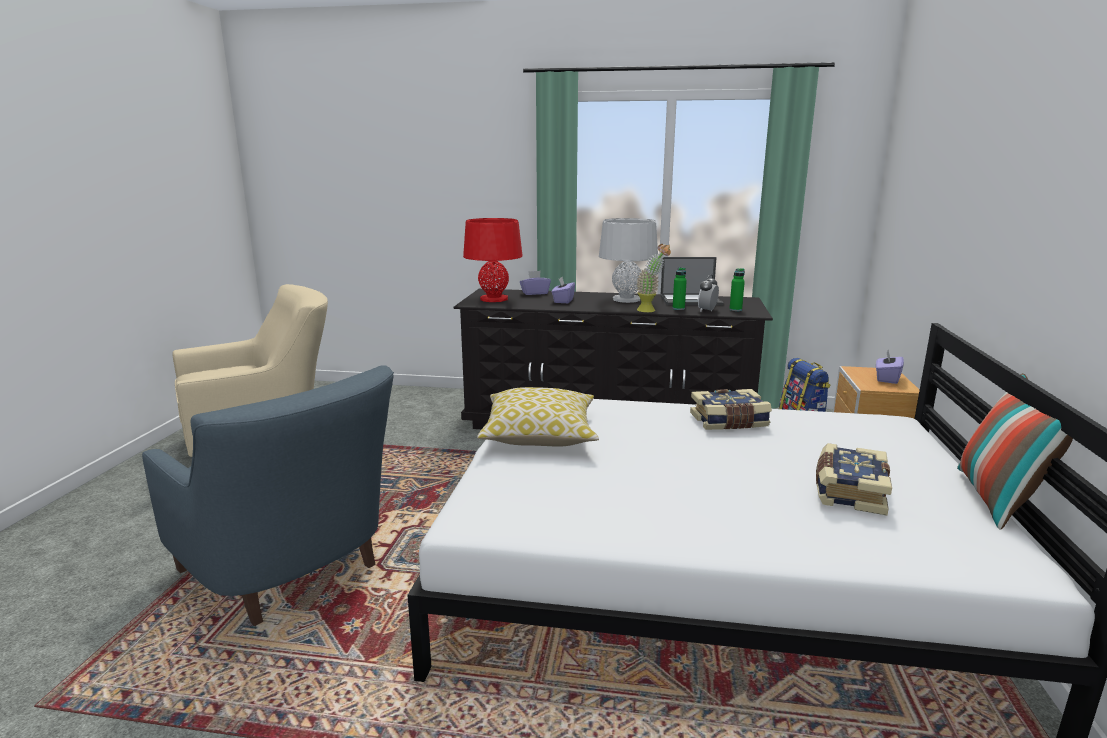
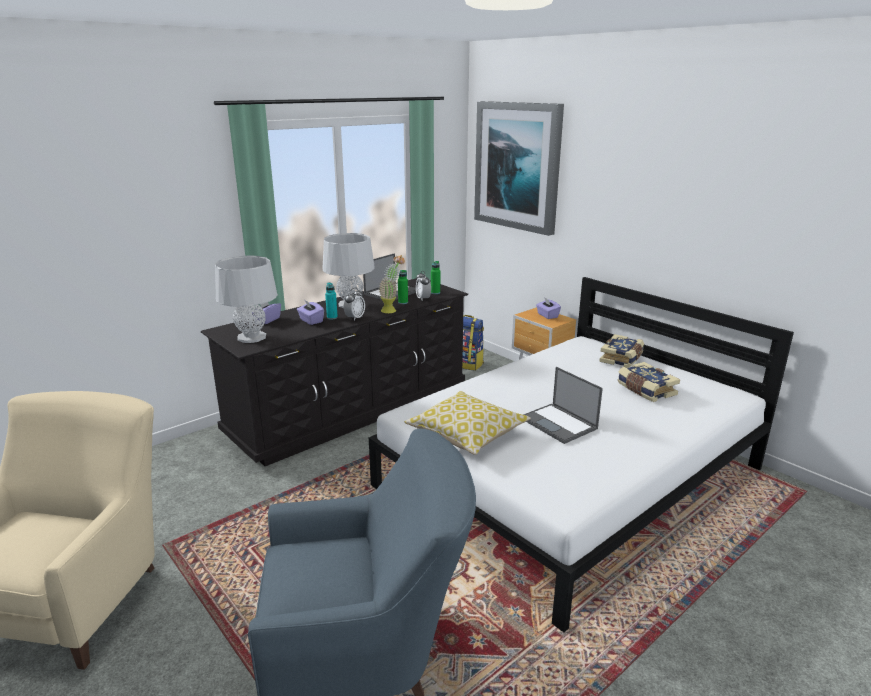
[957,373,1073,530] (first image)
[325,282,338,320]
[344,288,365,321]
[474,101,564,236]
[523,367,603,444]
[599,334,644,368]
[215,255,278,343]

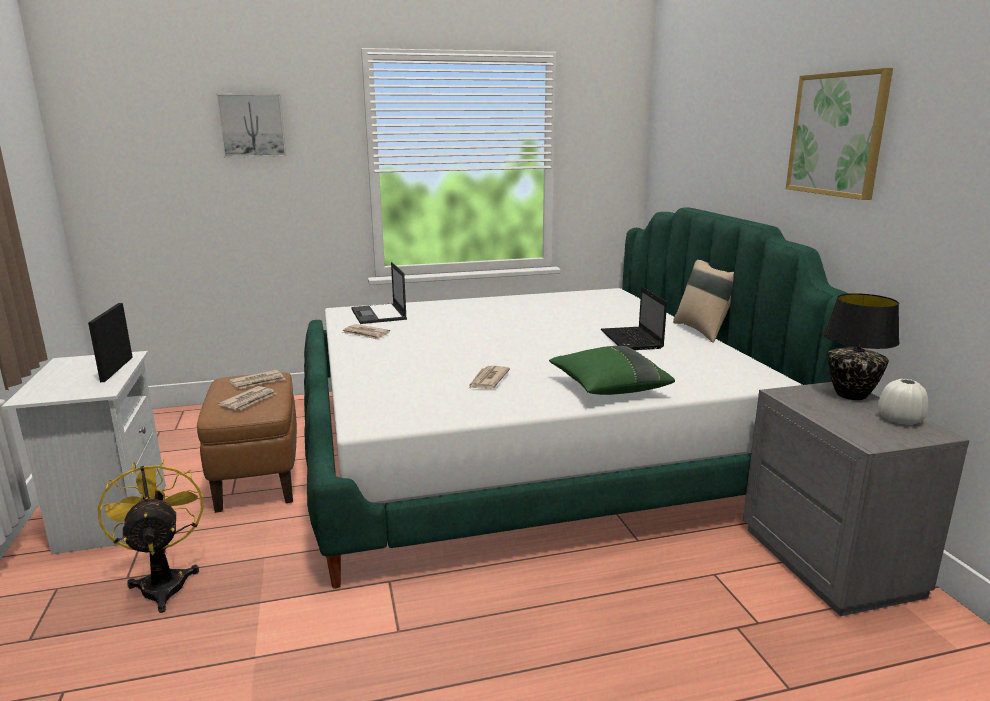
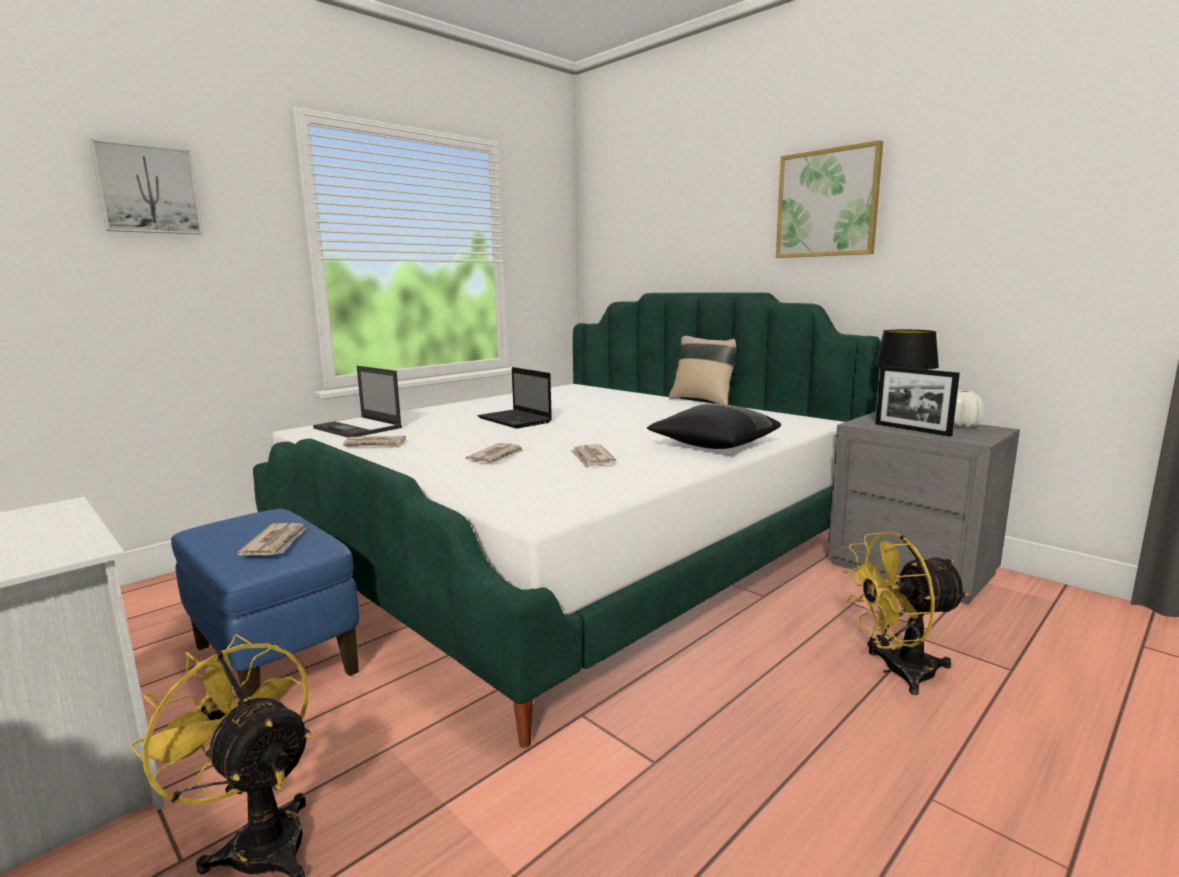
[843,532,969,695]
[876,366,960,436]
[466,443,524,463]
[478,367,552,428]
[171,509,359,698]
[647,403,781,449]

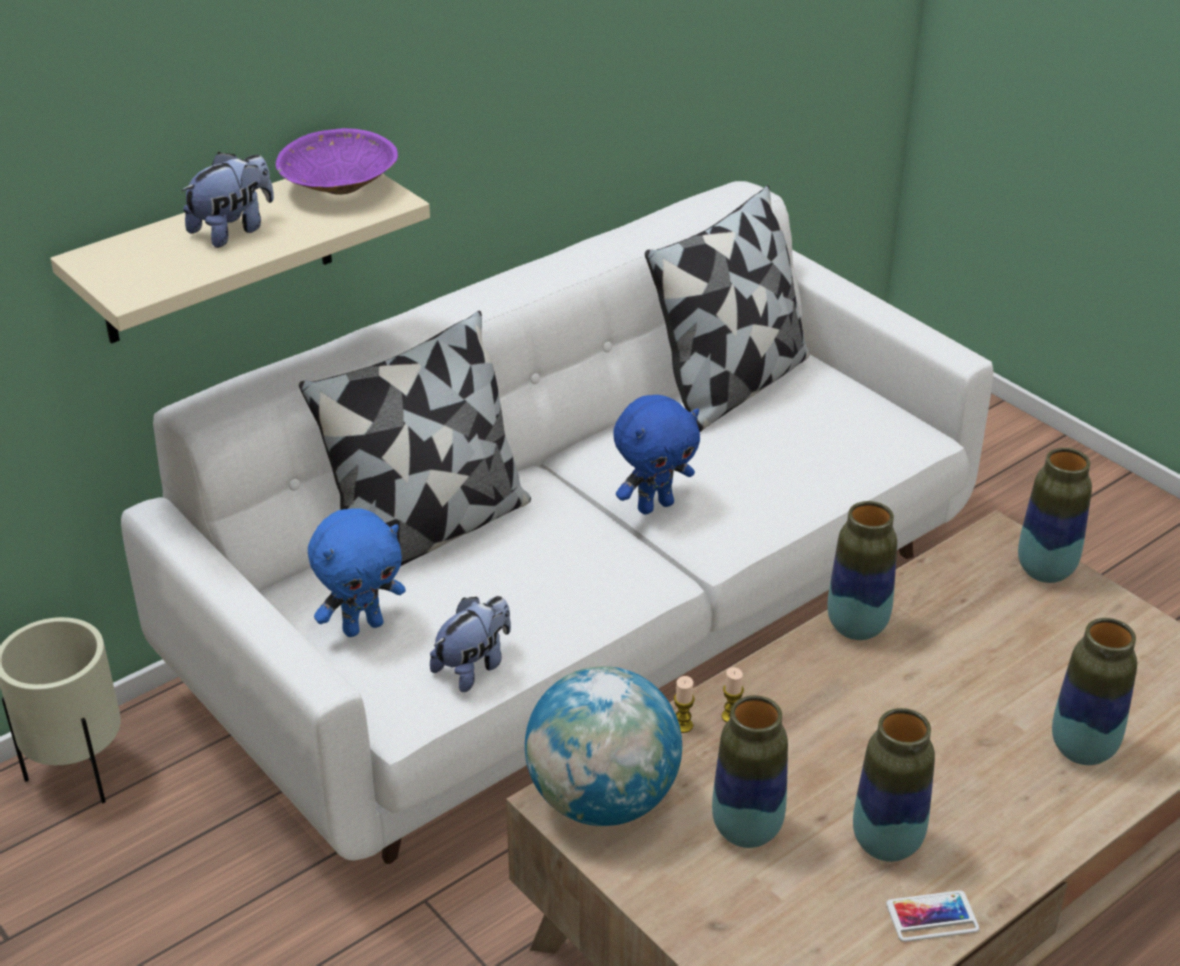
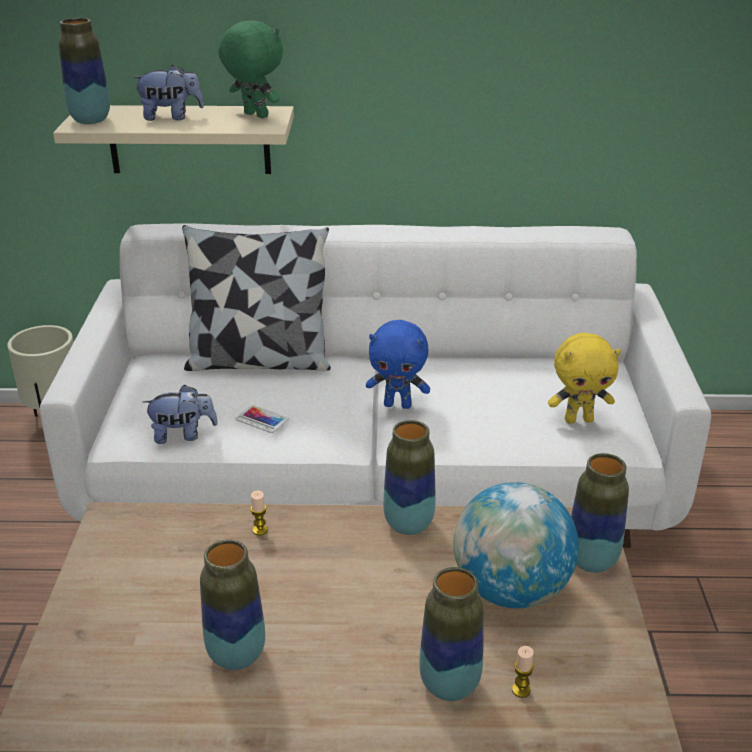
[308,508,406,637] (first image)
[645,185,810,432] (first image)
[548,333,621,424]
[453,482,579,608]
[512,646,534,698]
[59,18,110,124]
[235,405,289,433]
[219,20,283,118]

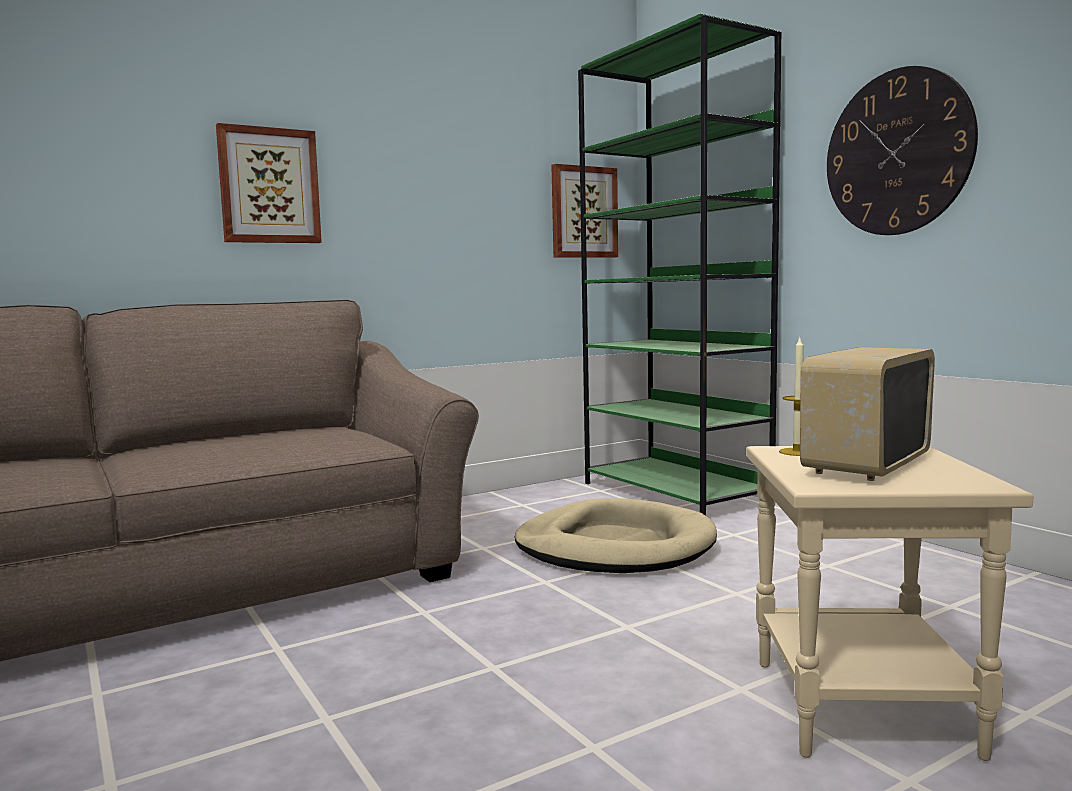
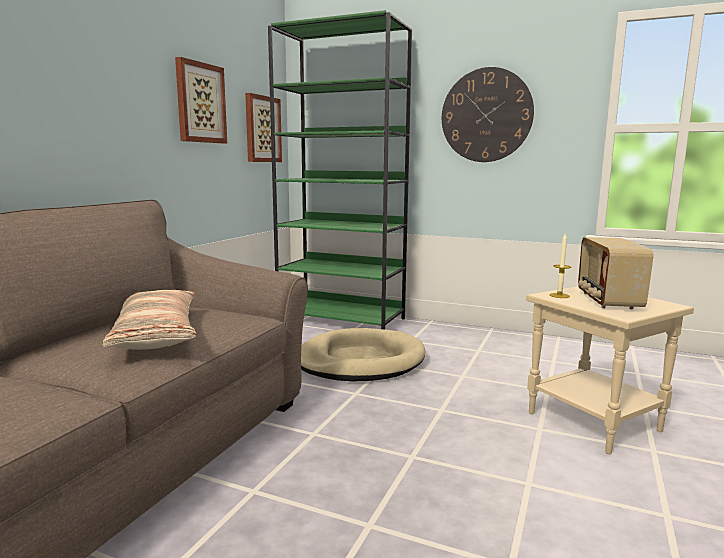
[102,290,196,350]
[175,57,227,143]

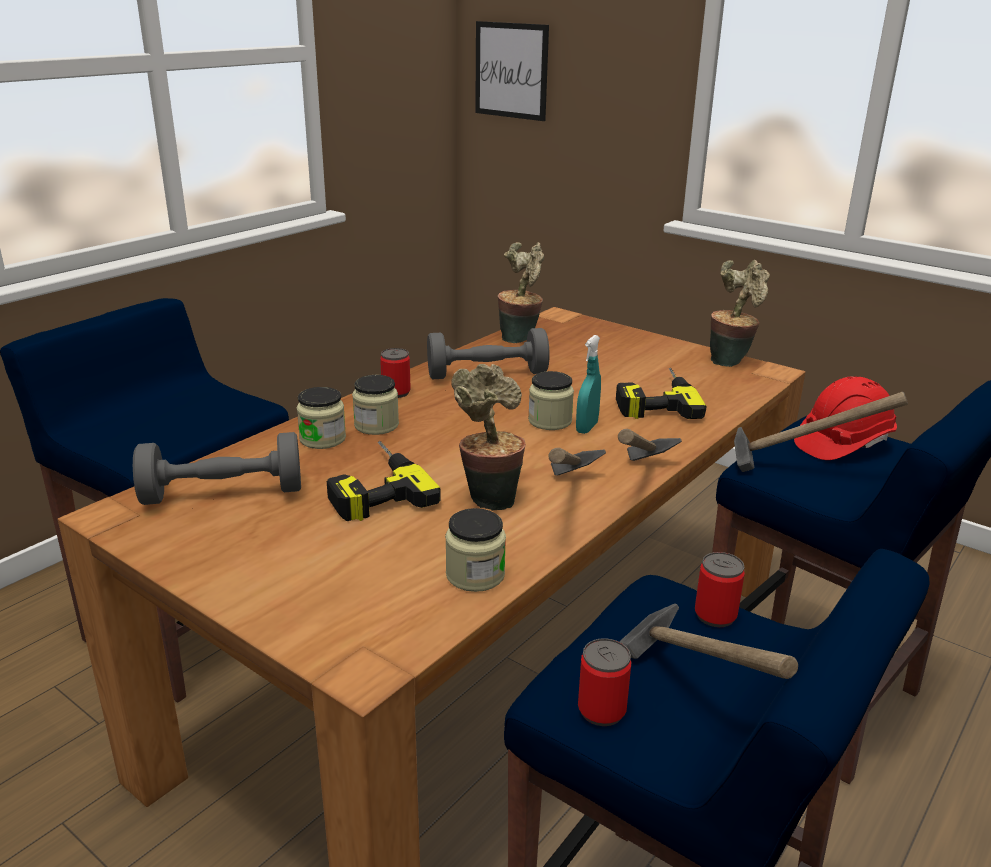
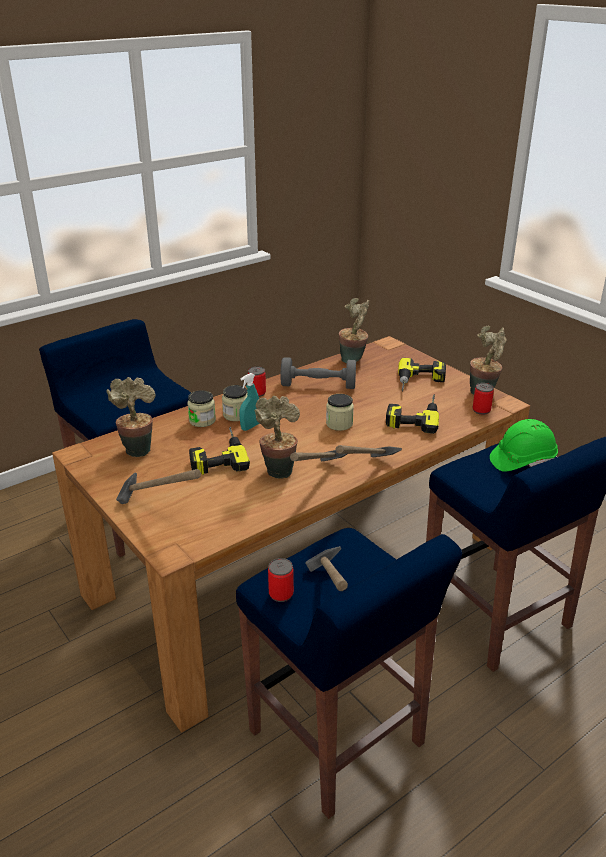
[445,508,506,592] (first image)
[475,21,549,121] (first image)
[398,358,446,391]
[240,373,259,431]
[473,383,494,415]
[116,469,201,504]
[106,377,156,457]
[490,419,558,472]

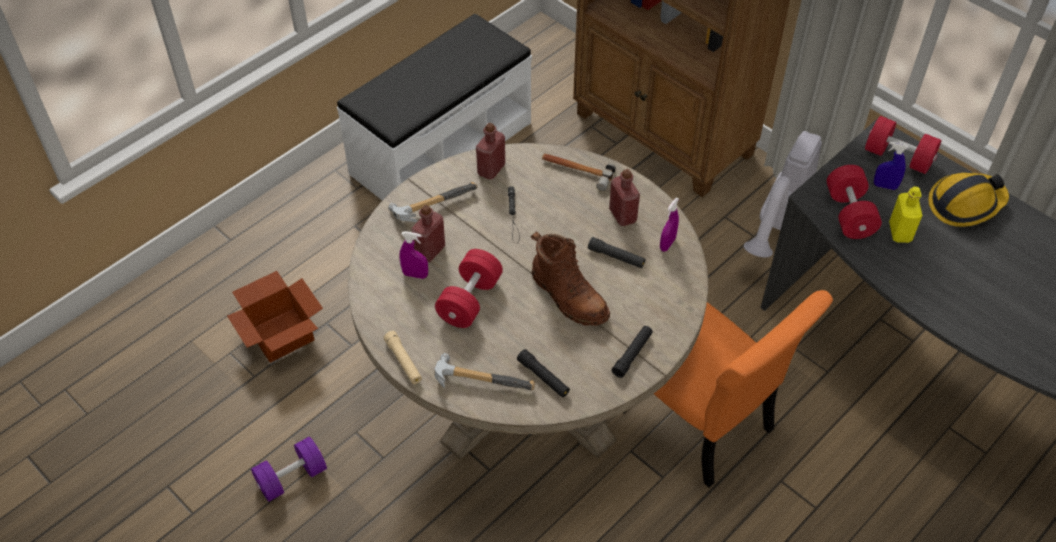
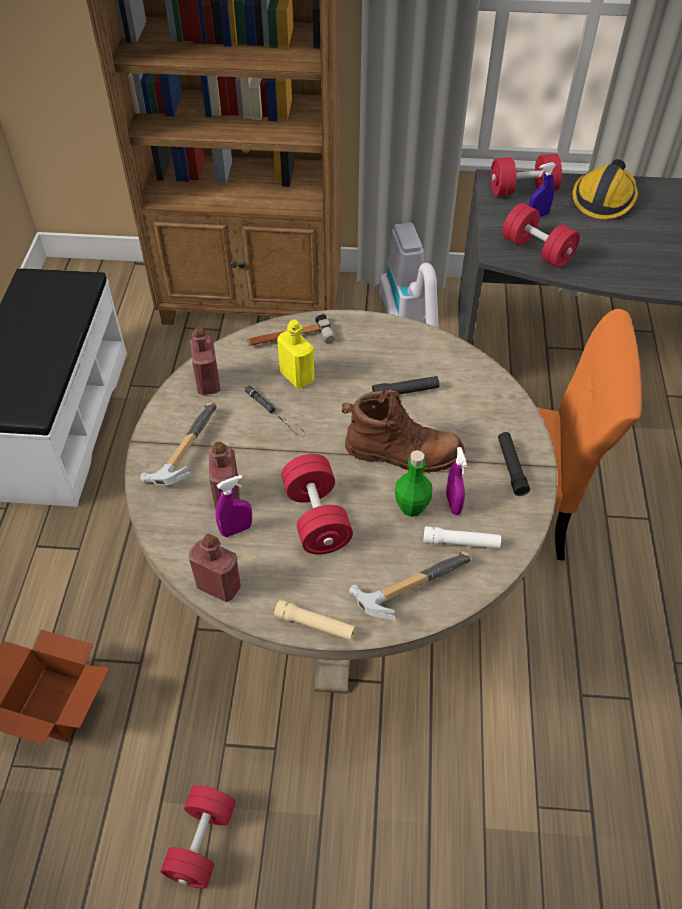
[395,450,432,517]
[188,533,241,602]
[446,447,467,515]
[277,319,314,388]
[160,785,236,889]
[423,526,501,549]

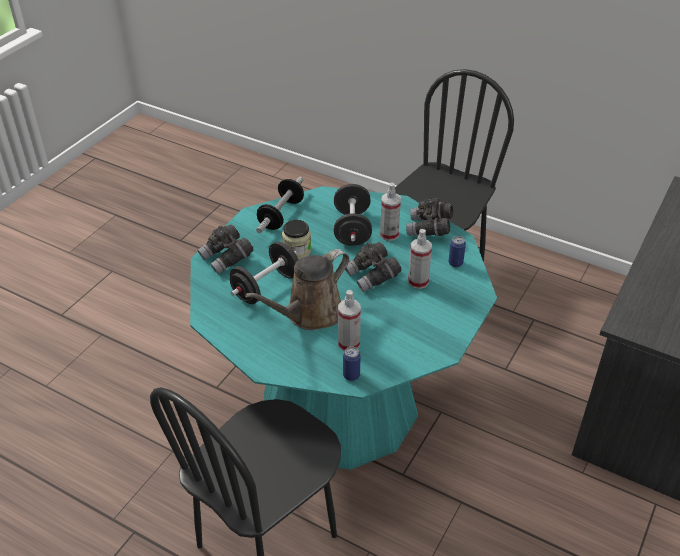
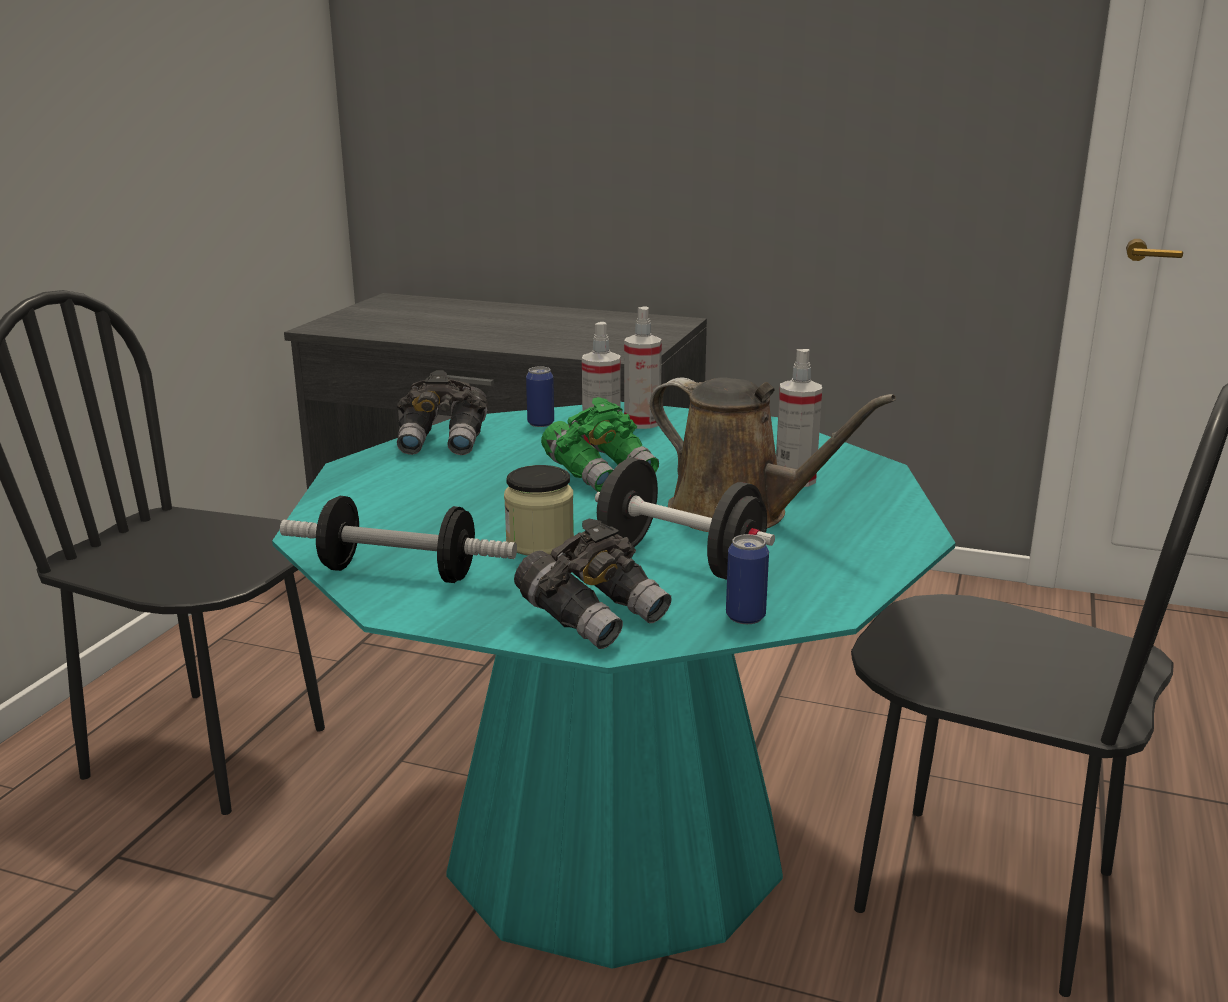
[334,184,372,246] (first image)
[726,534,769,624]
[624,306,662,429]
[541,397,659,492]

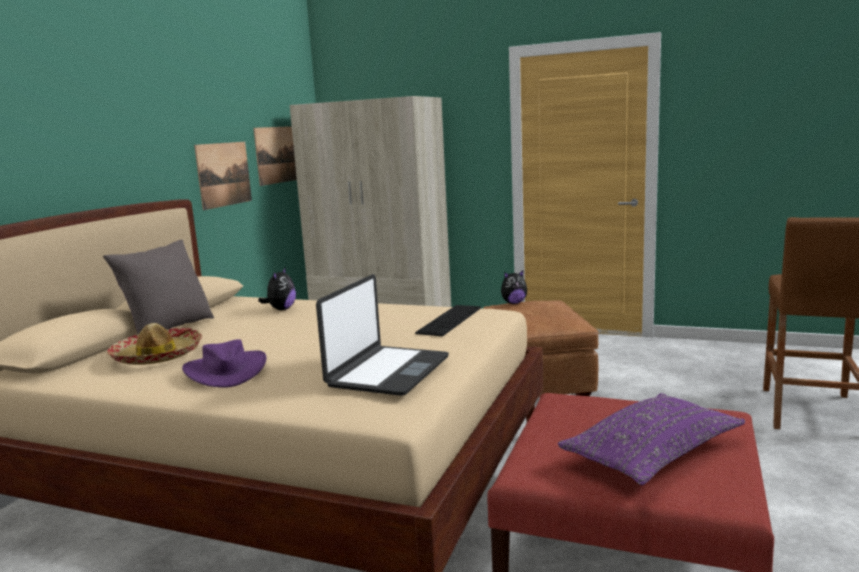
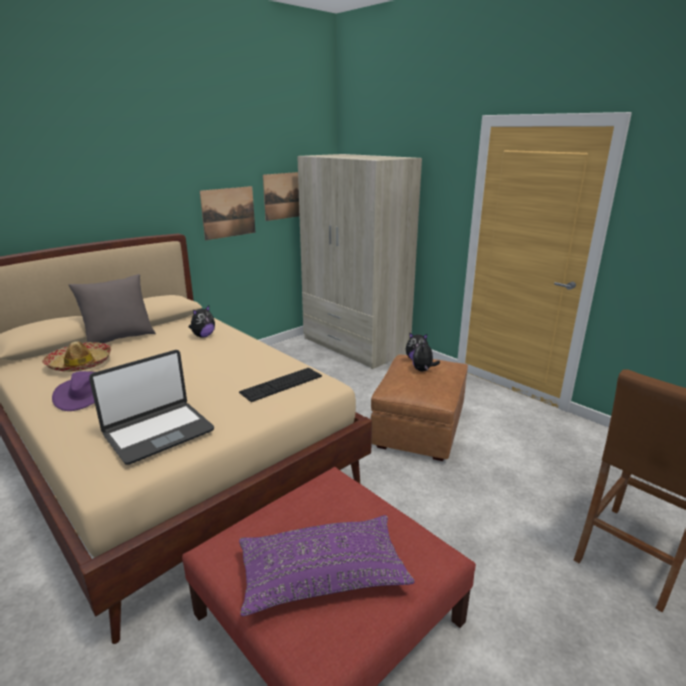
[412,338,440,371]

